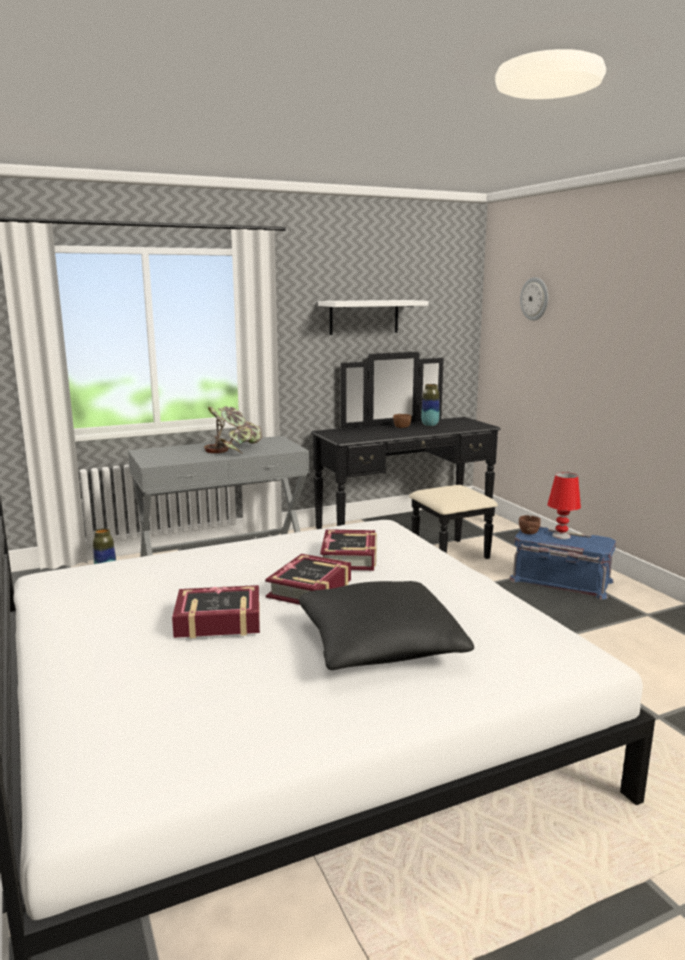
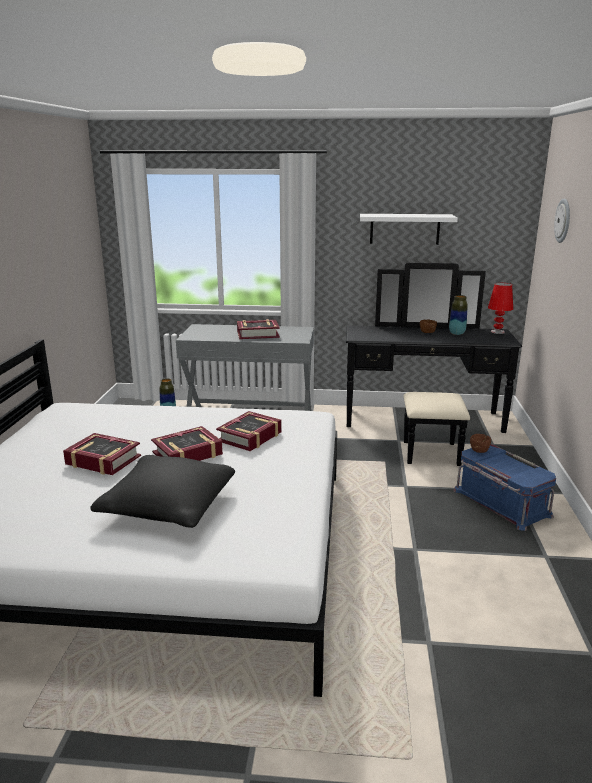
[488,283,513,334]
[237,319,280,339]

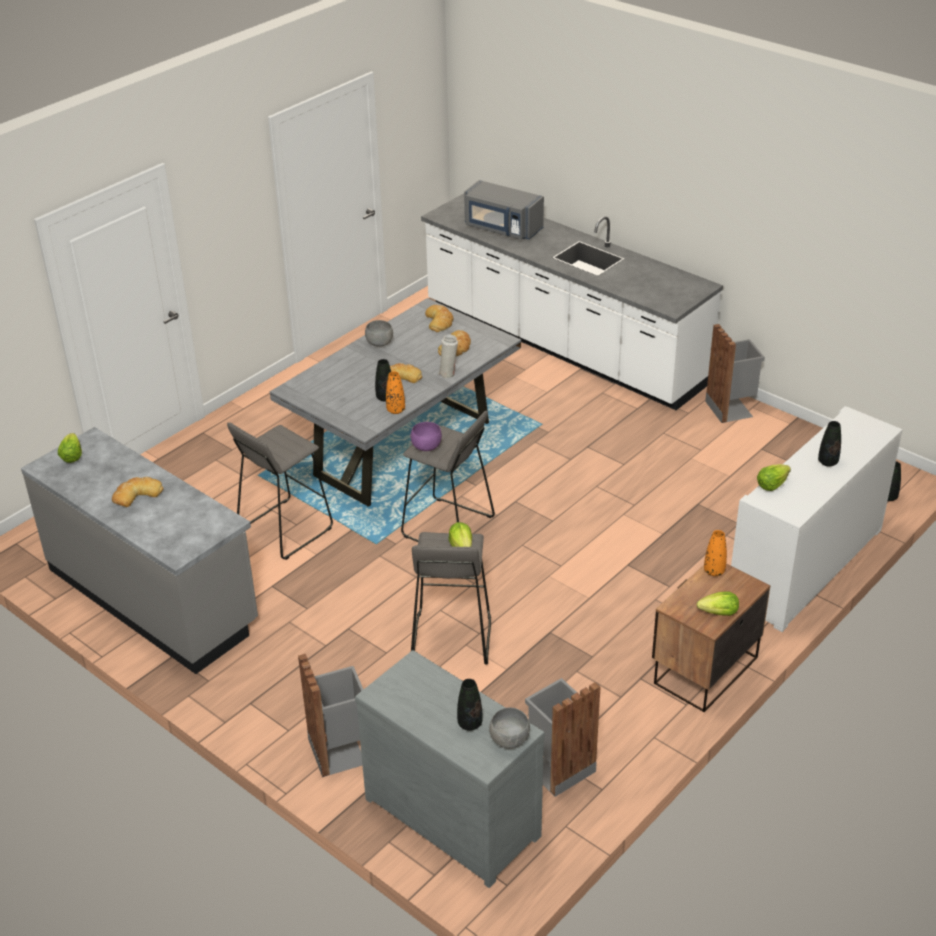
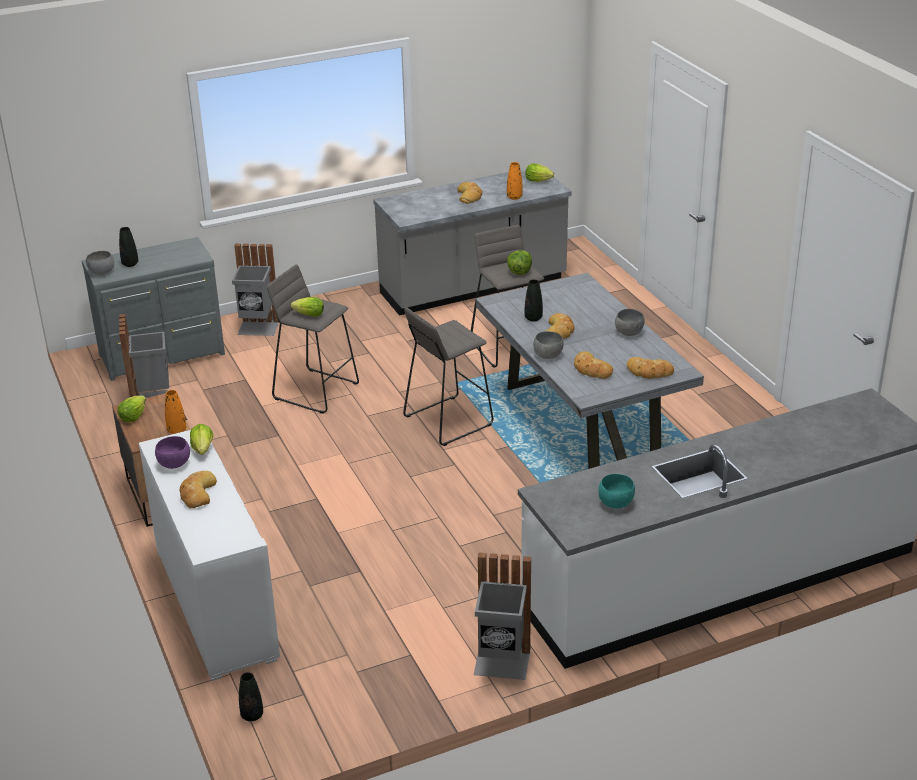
[464,180,544,240] (first image)
[507,250,532,275]
[598,474,635,508]
[507,162,523,200]
[155,436,190,469]
[533,331,563,359]
[180,471,217,508]

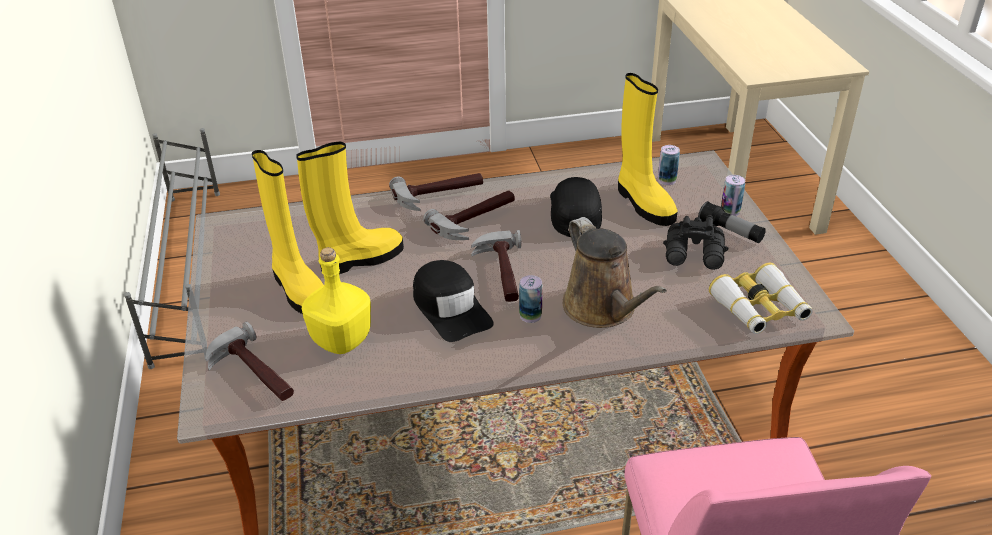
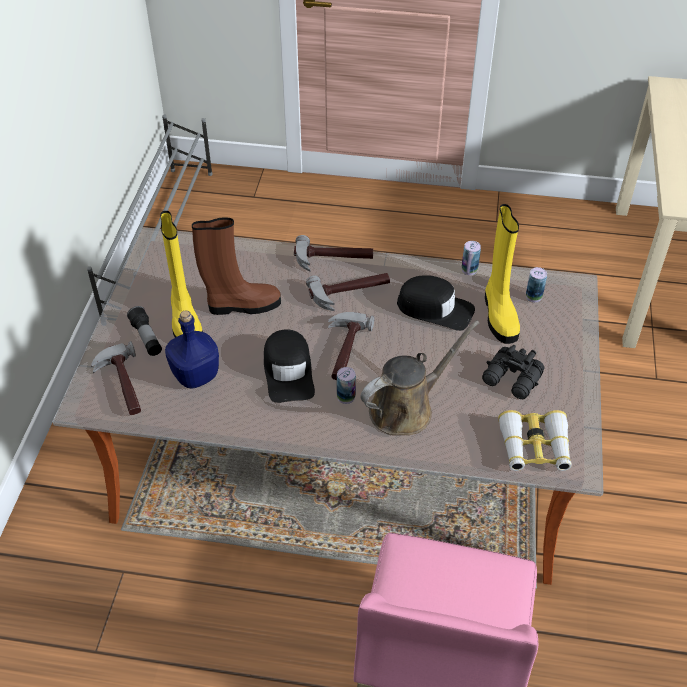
[127,306,162,356]
[462,241,481,275]
[192,217,281,315]
[165,311,219,389]
[397,275,475,331]
[360,320,479,435]

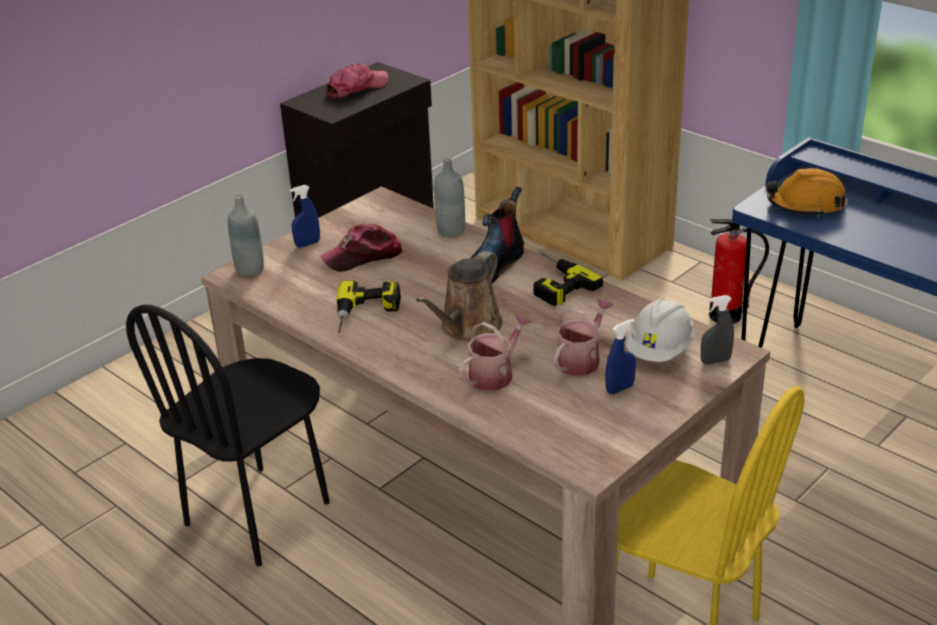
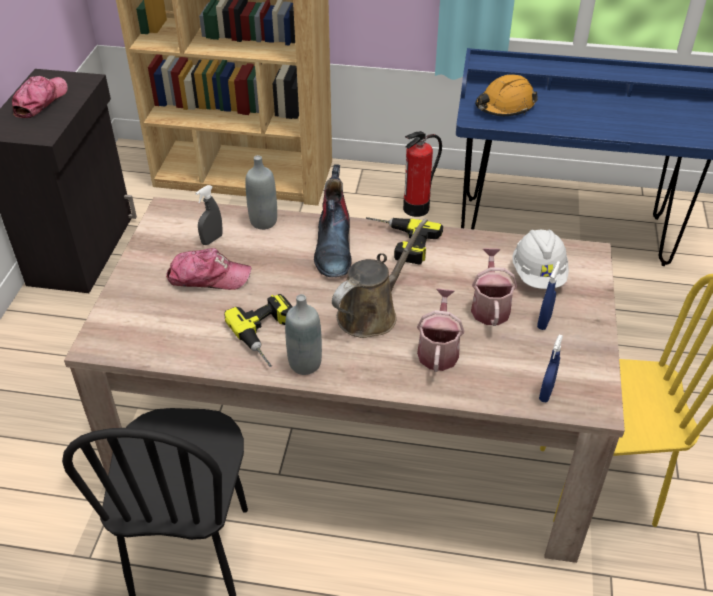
[285,294,322,375]
[539,335,563,402]
[195,185,223,245]
[166,248,251,290]
[332,219,428,338]

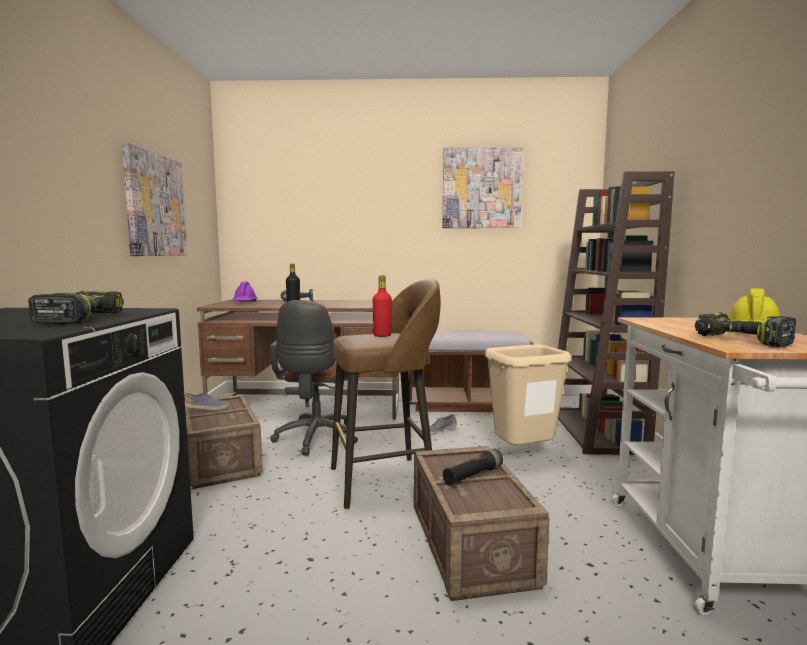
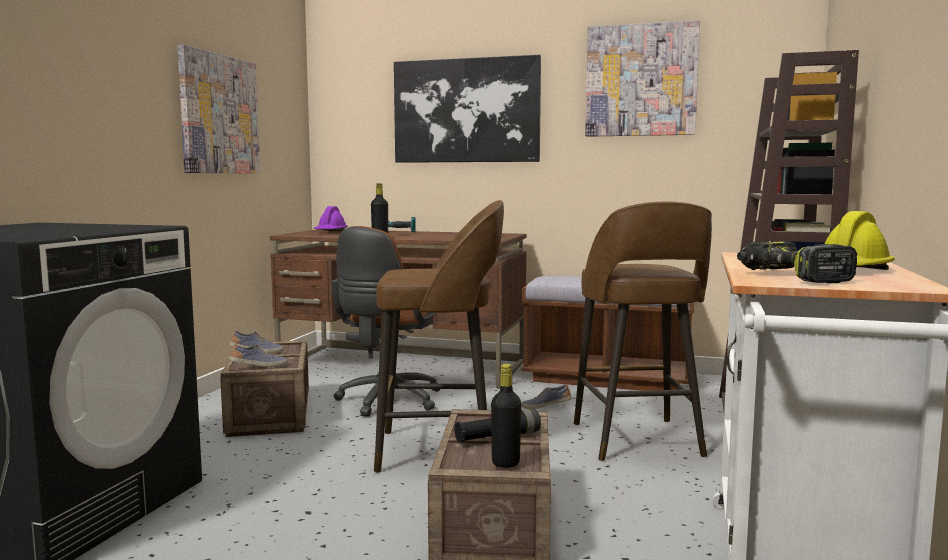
[28,291,124,325] (first image)
[373,275,392,337] (first image)
[229,344,288,367]
[394,55,541,163]
[491,364,521,468]
[574,201,712,461]

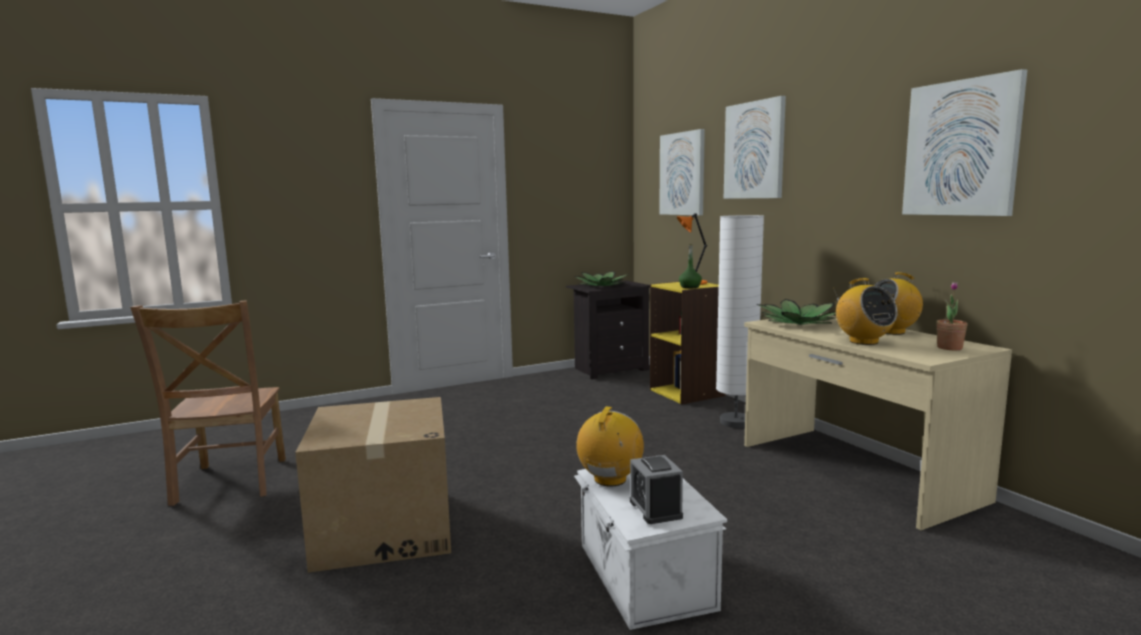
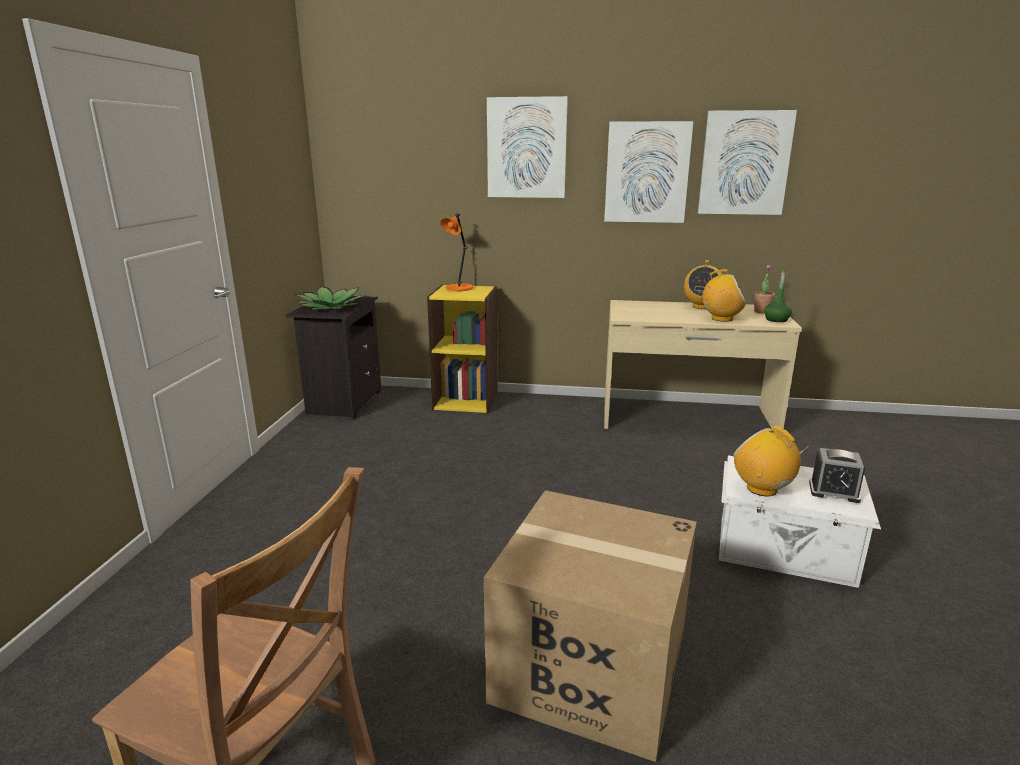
[716,215,764,428] (first image)
[757,299,836,325] (first image)
[604,121,693,223]
[764,271,792,322]

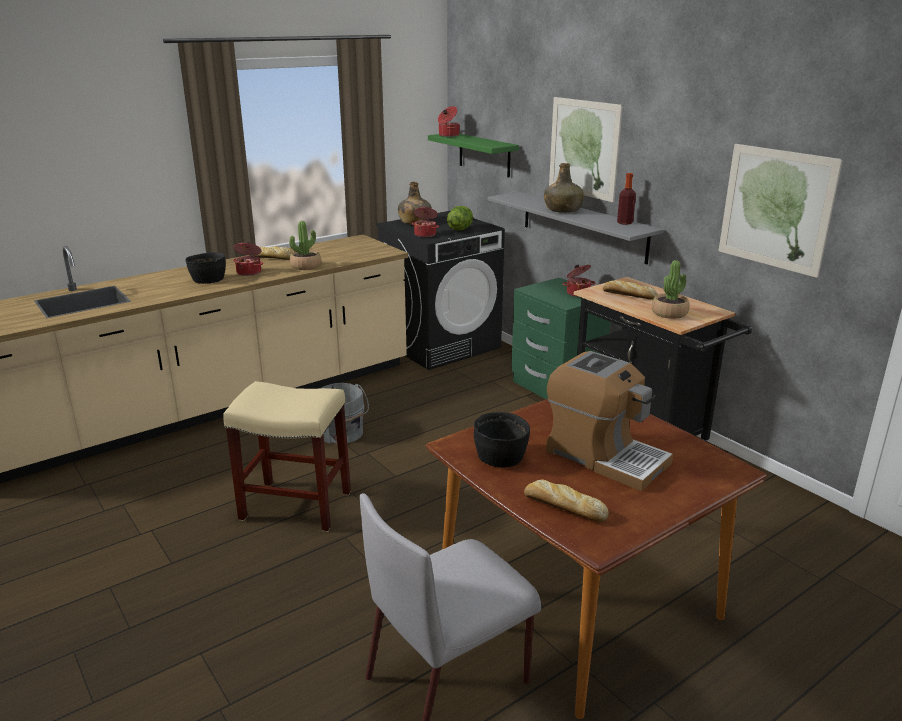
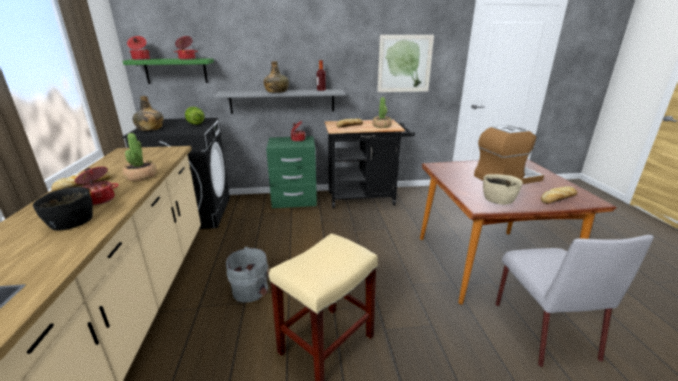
[549,97,623,202] (first image)
[174,36,198,60]
[483,174,523,205]

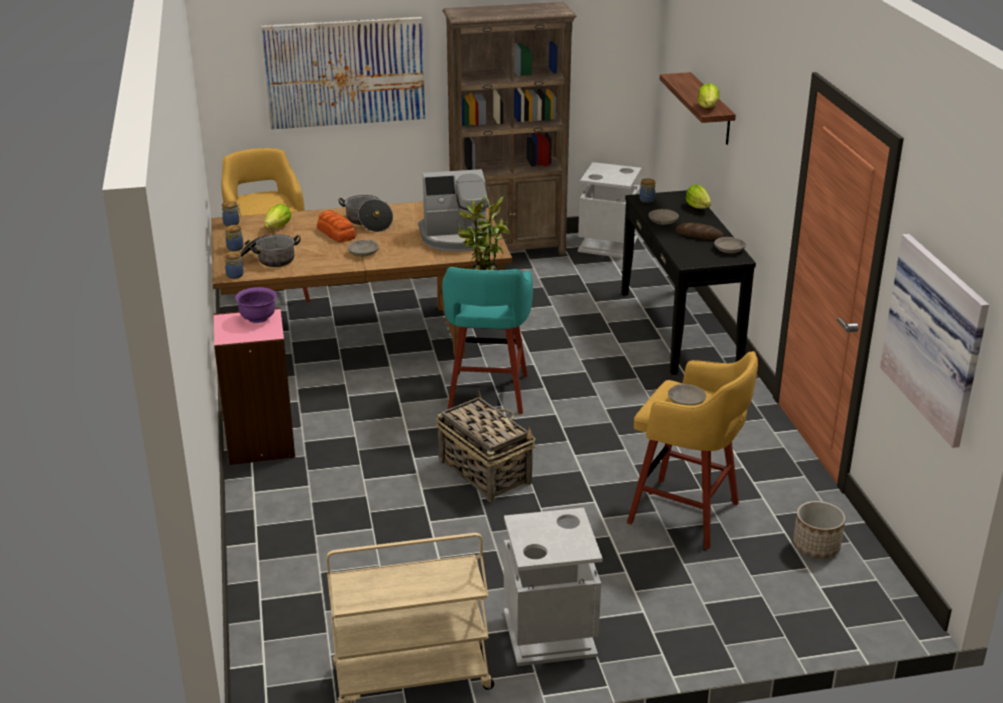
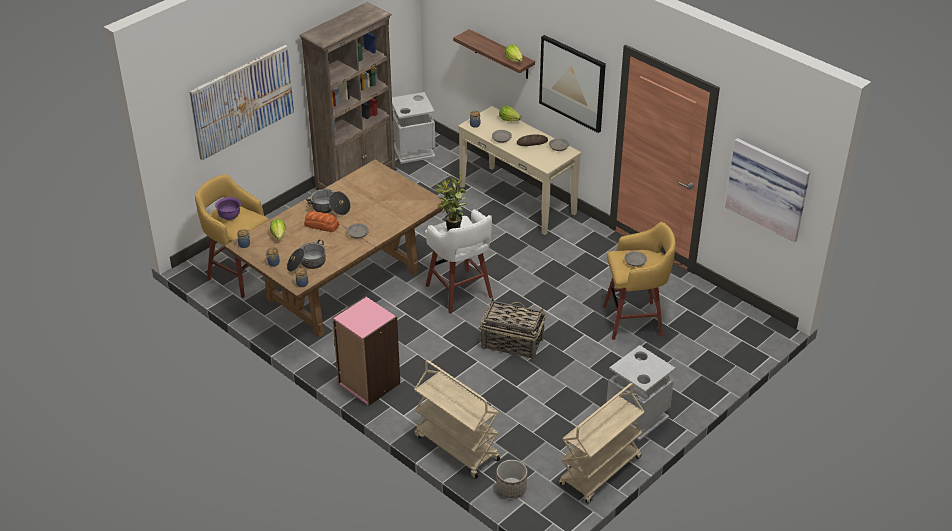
[418,169,489,252] (first image)
[414,360,500,479]
[539,35,606,133]
[215,197,241,220]
[496,460,527,498]
[425,209,493,314]
[458,106,581,235]

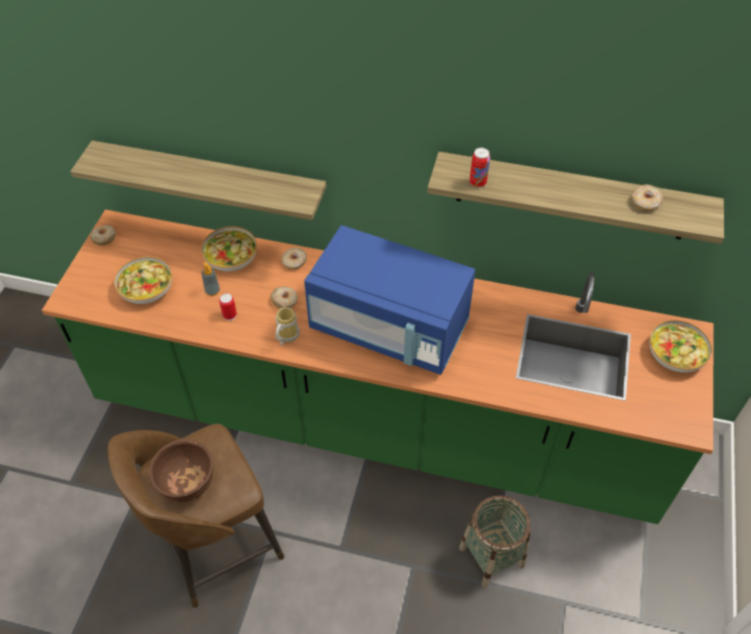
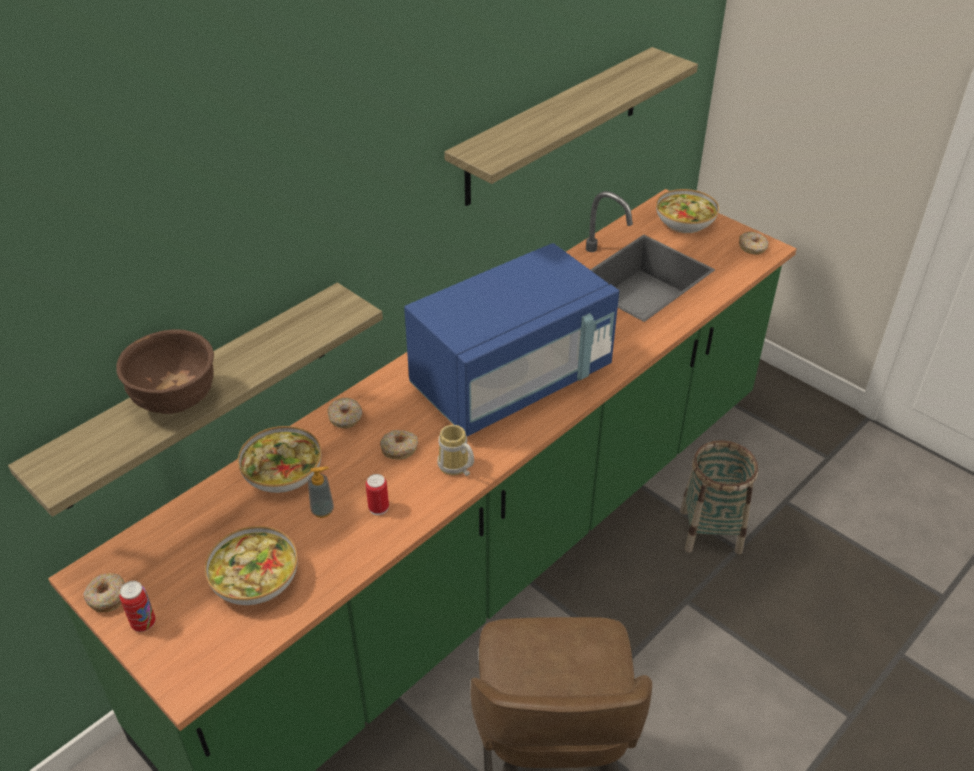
[116,329,214,414]
[119,581,156,632]
[739,232,768,255]

